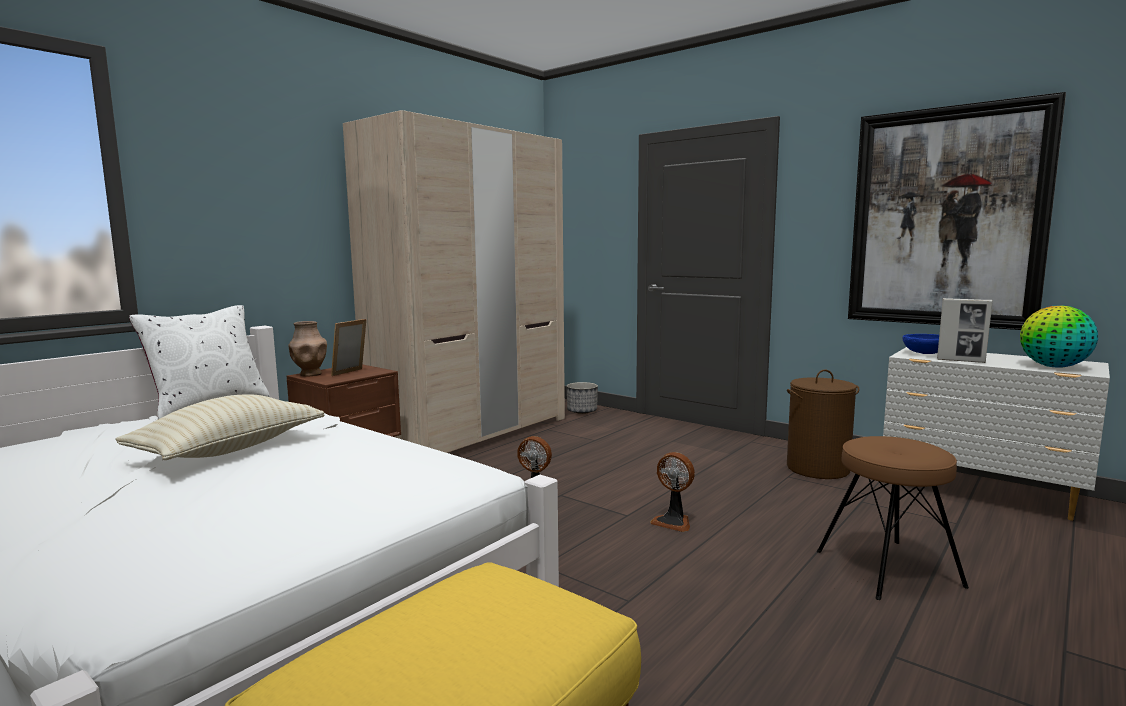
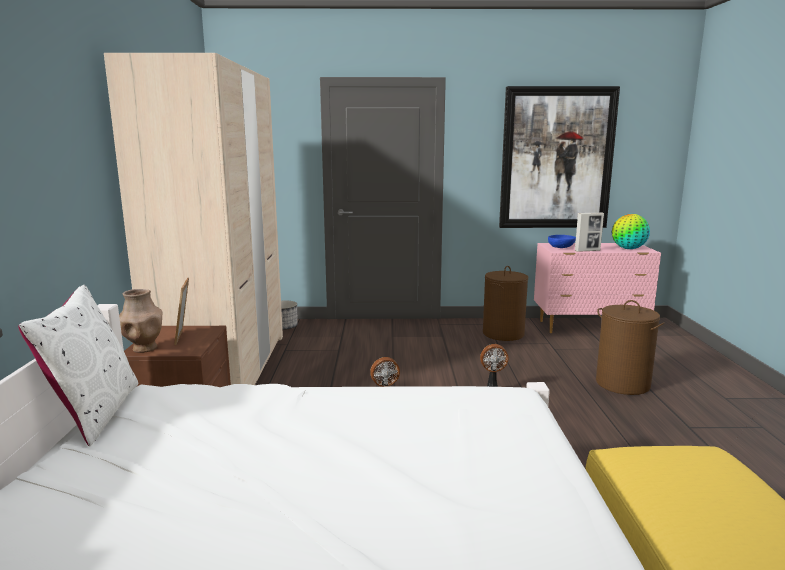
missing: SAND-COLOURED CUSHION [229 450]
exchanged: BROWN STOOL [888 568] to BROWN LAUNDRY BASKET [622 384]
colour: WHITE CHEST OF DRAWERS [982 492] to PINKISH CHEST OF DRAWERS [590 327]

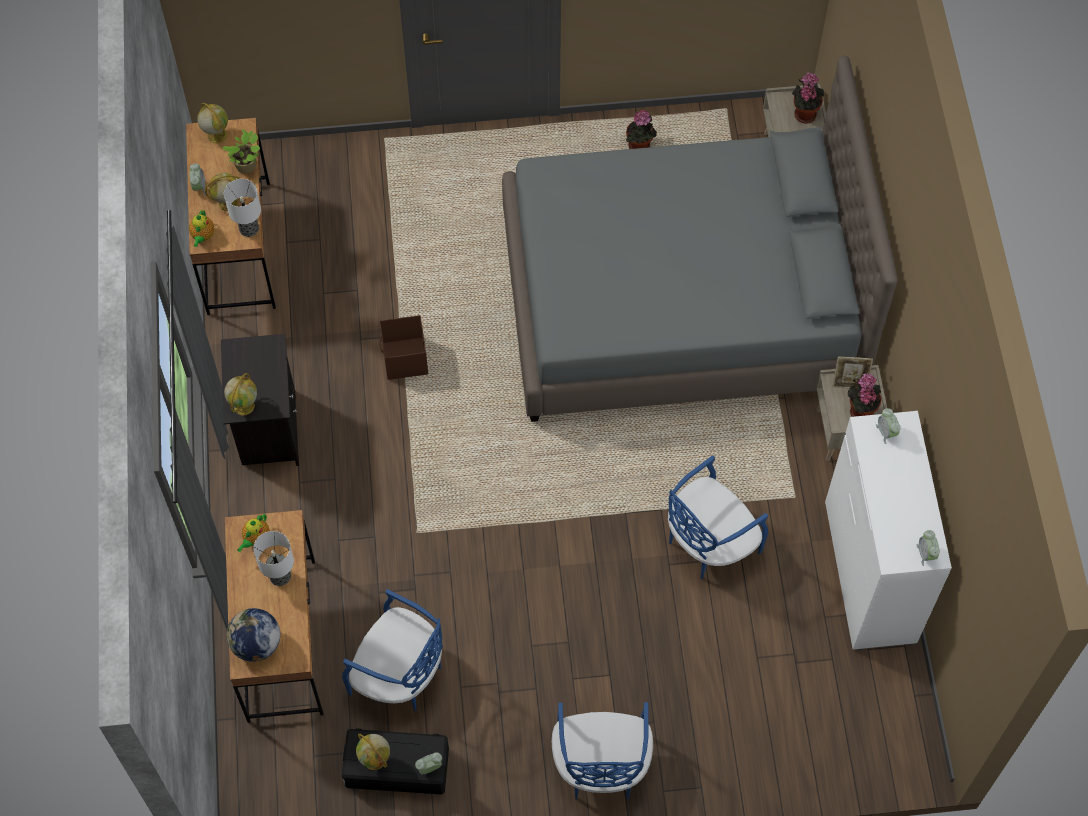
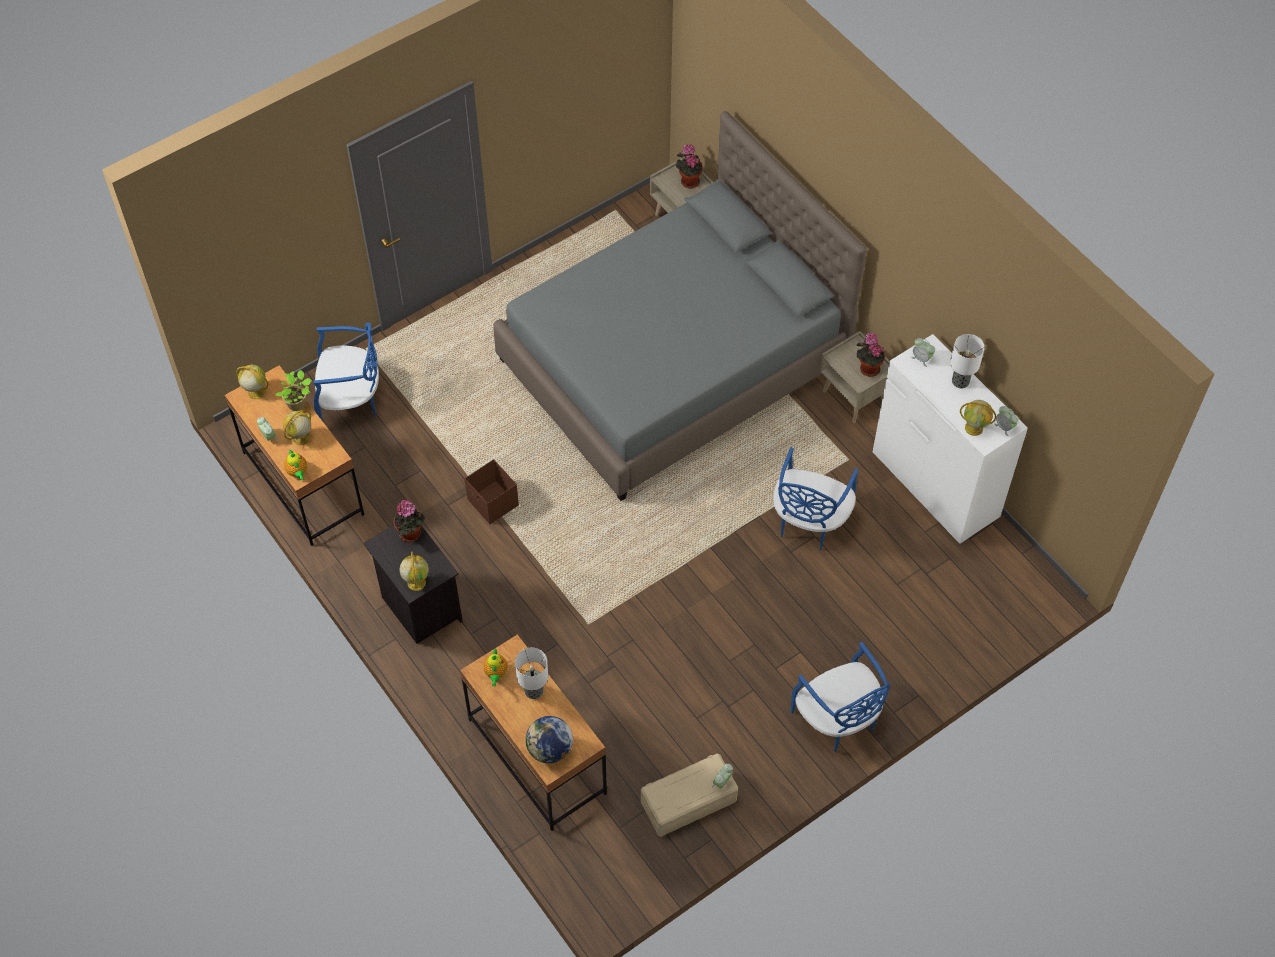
missing: PICTURE FRAME [849 382]
relocated: PLANT IN A POT [640 147] to [411 534]; TABLE LAMP [248 229] to [960 381]; BLUISH PLAIN CHAIR [399 675] to [351 400]; WORLD GLOBE [375 760] to [974 428]
colour: BLACK-COLOURED STORAGE BOX [396 768] to SAND-COLOURED STORAGE BOX [688 802]

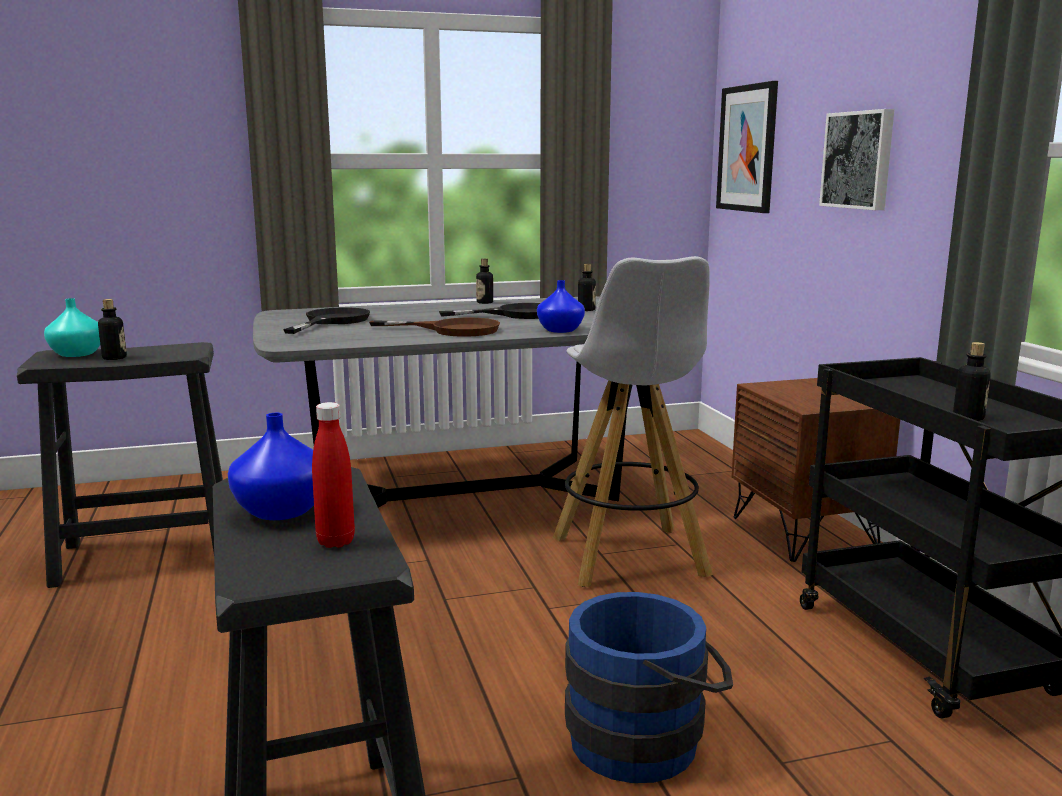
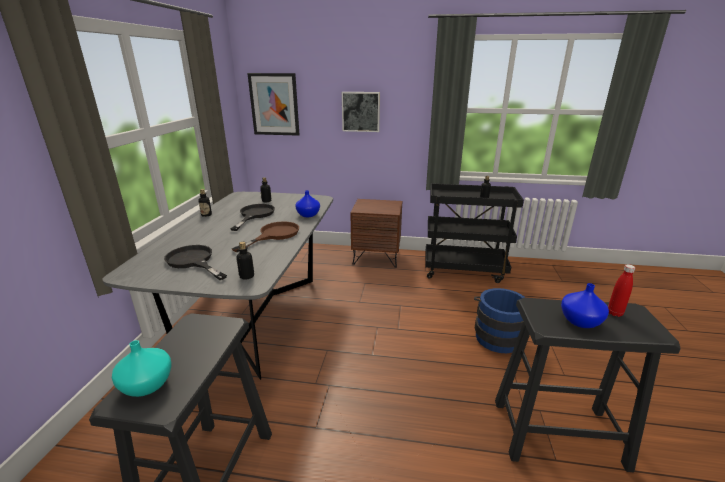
missing: WHITE STOOL [630 558]
relocated: BEVERAGE BOTTLE [114 358] to [247 276]

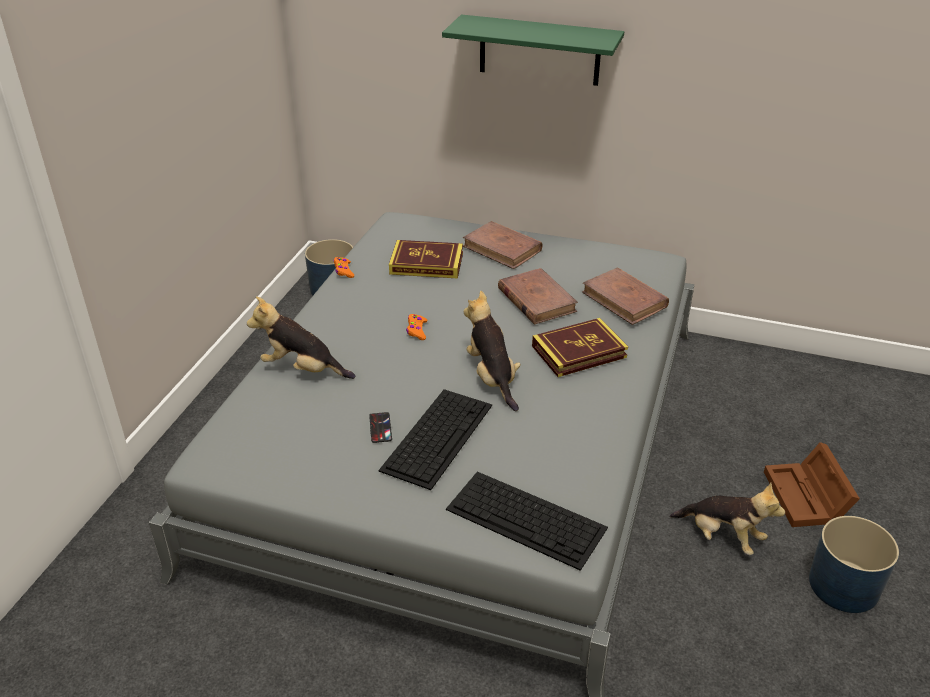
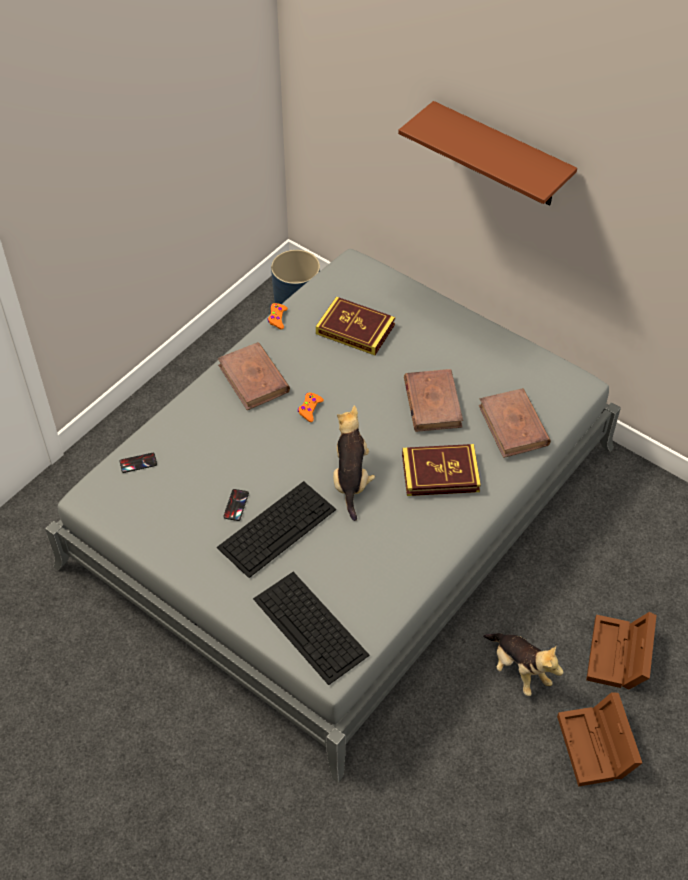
missing: PLUSH TOY [302 369]
appeared: TELEPHONE [138 463]
relocated: BROWN BOUND BOOK [502 249] to [253 379]
exchanged: BLUISH PLANT POT [844 586] to BROWN STORAGE BOX [597 748]
colour: GREEN SHELF [539 50] to BROWN SHELF [500 156]

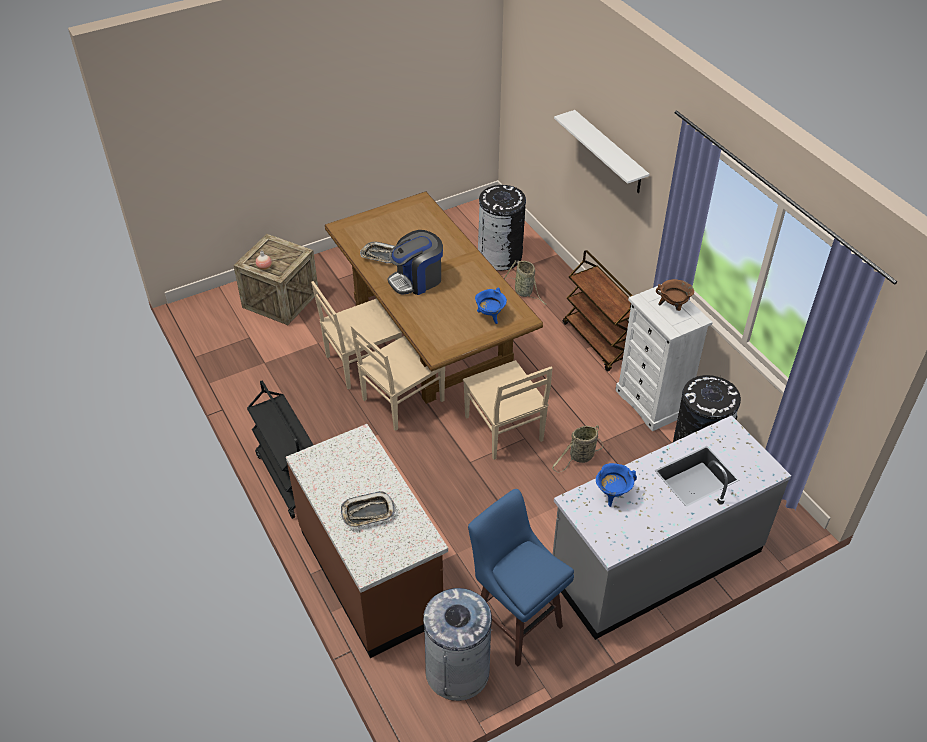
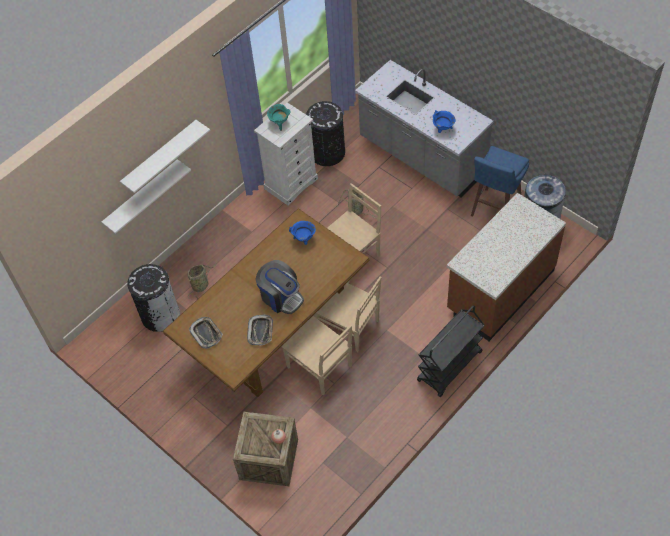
missing: BROWN CART [599 342]
appeared: WHITE SHELF [142 197]
relocated: SERVING TRAY [368 513] to [206 333]
colour: BROWN STOCKPOT [673 306] to TURQUOISE-COLOURED STOCKPOT [279 123]

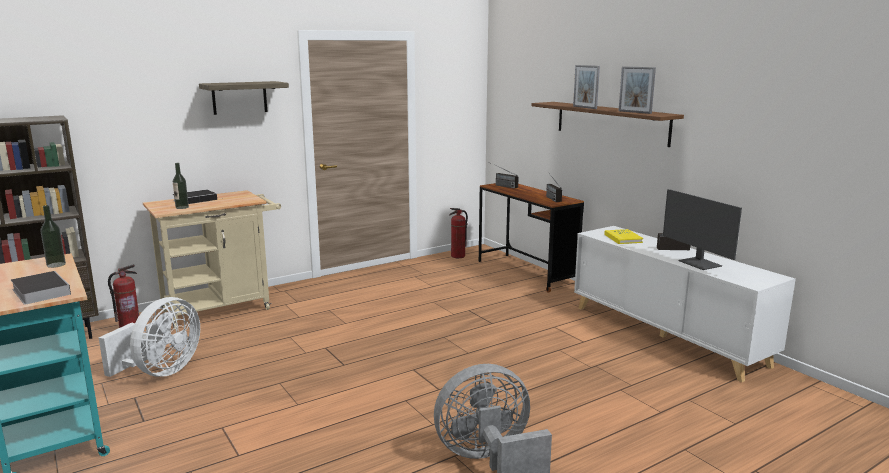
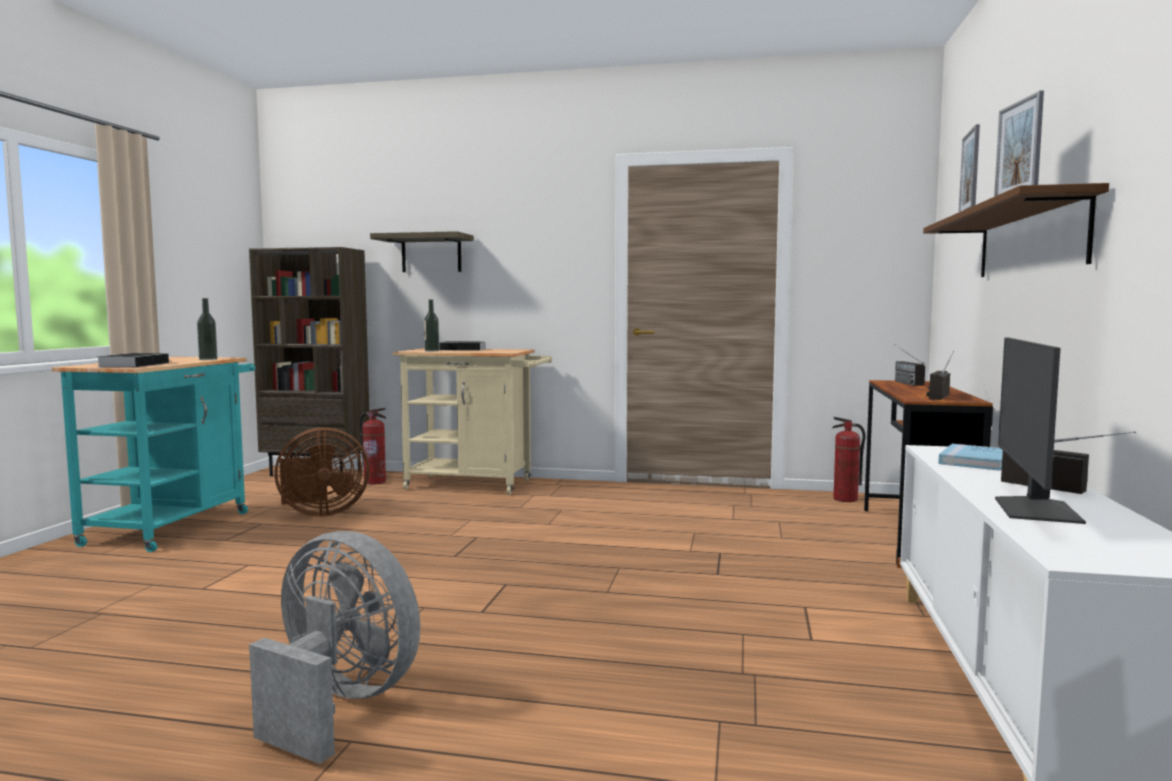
relocated: SHELF [239 97] to [431 254]
colour: YELLOWISH BOUND BOOK [623 238] to BLUISH BOUND BOOK [974 461]; WHITE COOLING FAN [161 371] to BROWN COOLING FAN [320 513]

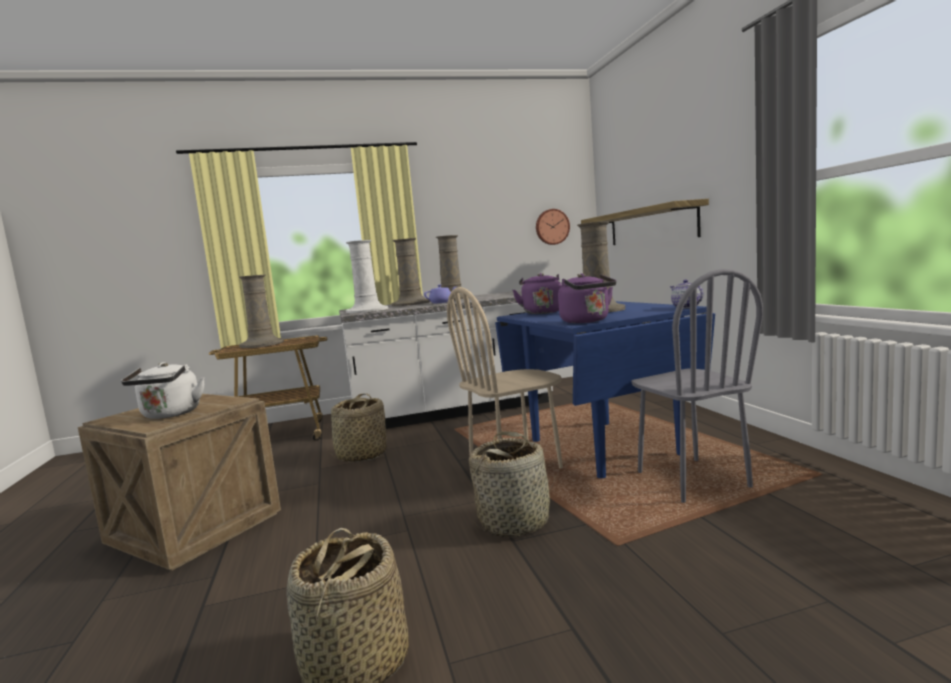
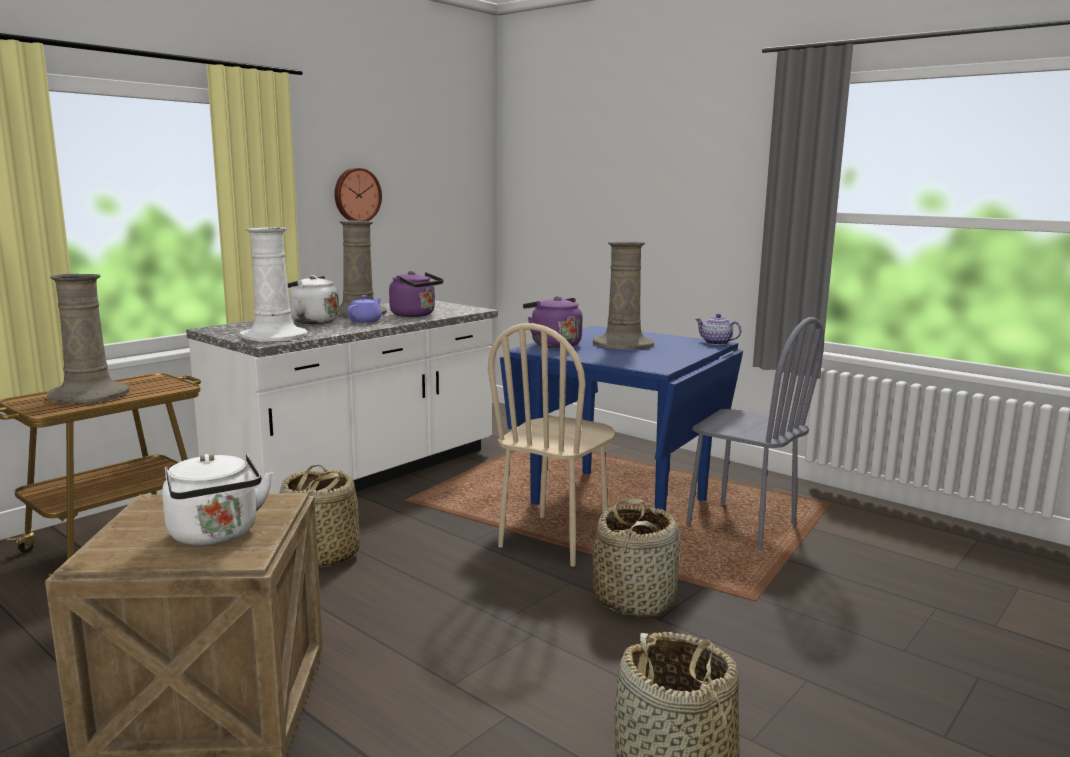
missing: SHELF [651 225]
relocated: CLOCK ON THE WALL [552 227] to [356 195]; PURPLE KETTLE [587 321] to [415 315]
exchanged: SAND-COLOURED DECORATIVE VASE [411 304] to WHITE KETTLE [311 321]

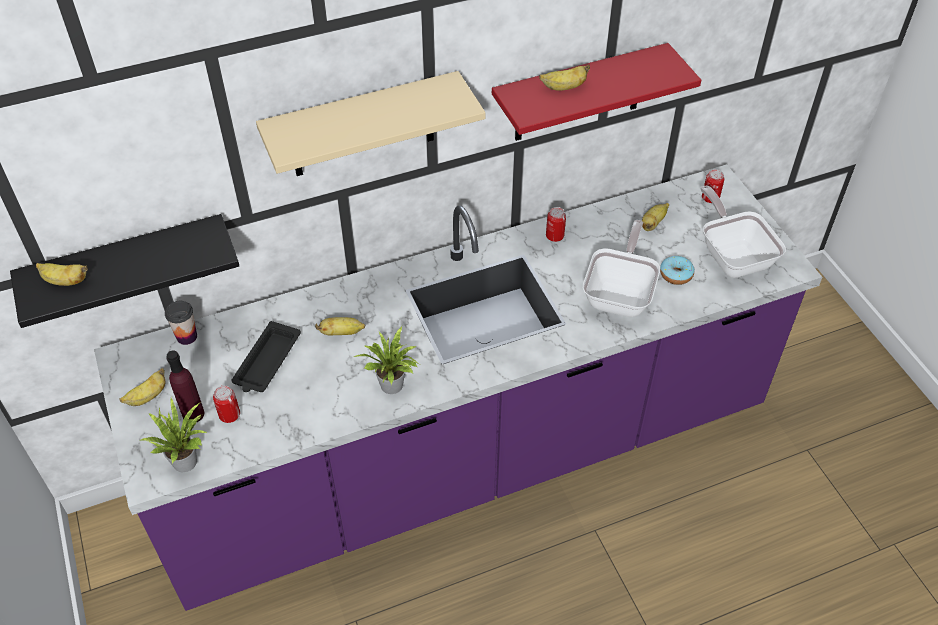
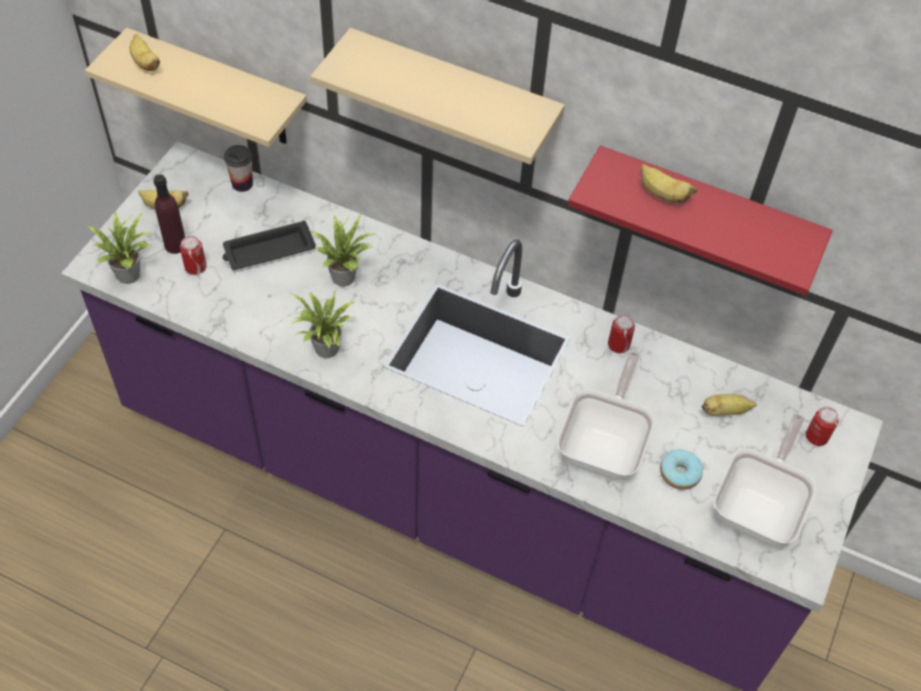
exchanged: BANANA [342 333] to PLANT IN A POT [346 275]
colour: BLACK-COLOURED SHELF [128 268] to SAND-COLOURED SHELF [219 90]
spun: SKILLET [620 294] = [605 444] 45 degrees counterclockwise

